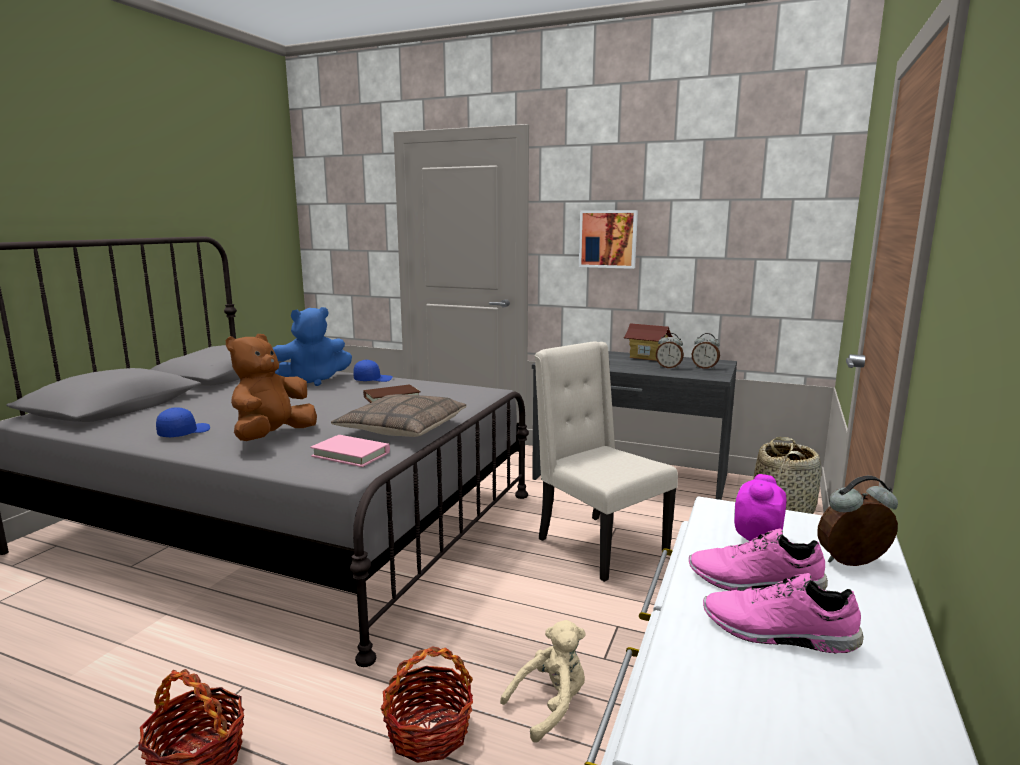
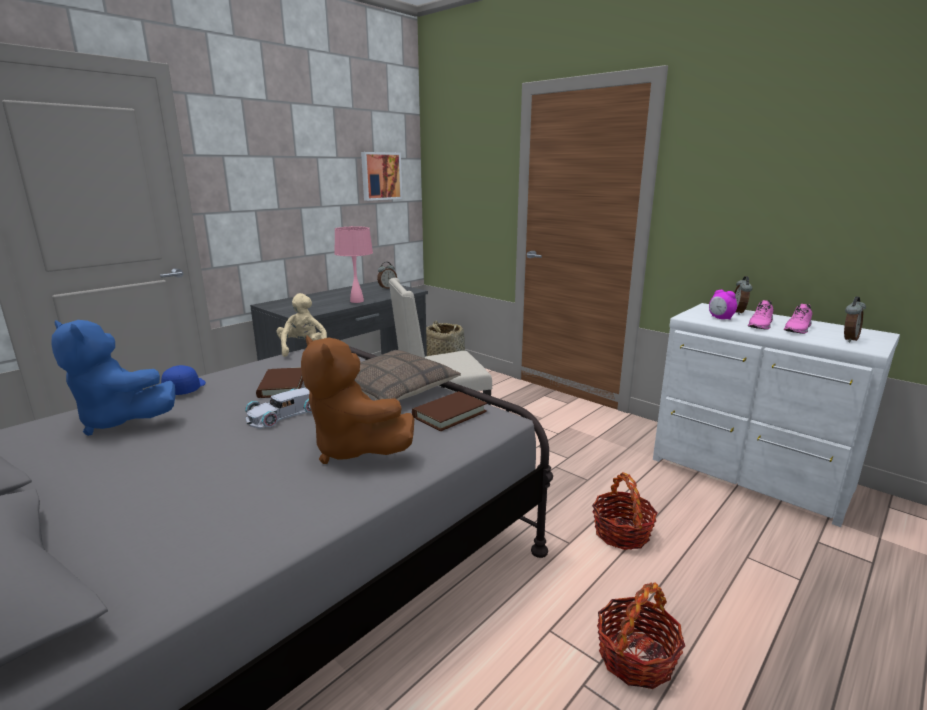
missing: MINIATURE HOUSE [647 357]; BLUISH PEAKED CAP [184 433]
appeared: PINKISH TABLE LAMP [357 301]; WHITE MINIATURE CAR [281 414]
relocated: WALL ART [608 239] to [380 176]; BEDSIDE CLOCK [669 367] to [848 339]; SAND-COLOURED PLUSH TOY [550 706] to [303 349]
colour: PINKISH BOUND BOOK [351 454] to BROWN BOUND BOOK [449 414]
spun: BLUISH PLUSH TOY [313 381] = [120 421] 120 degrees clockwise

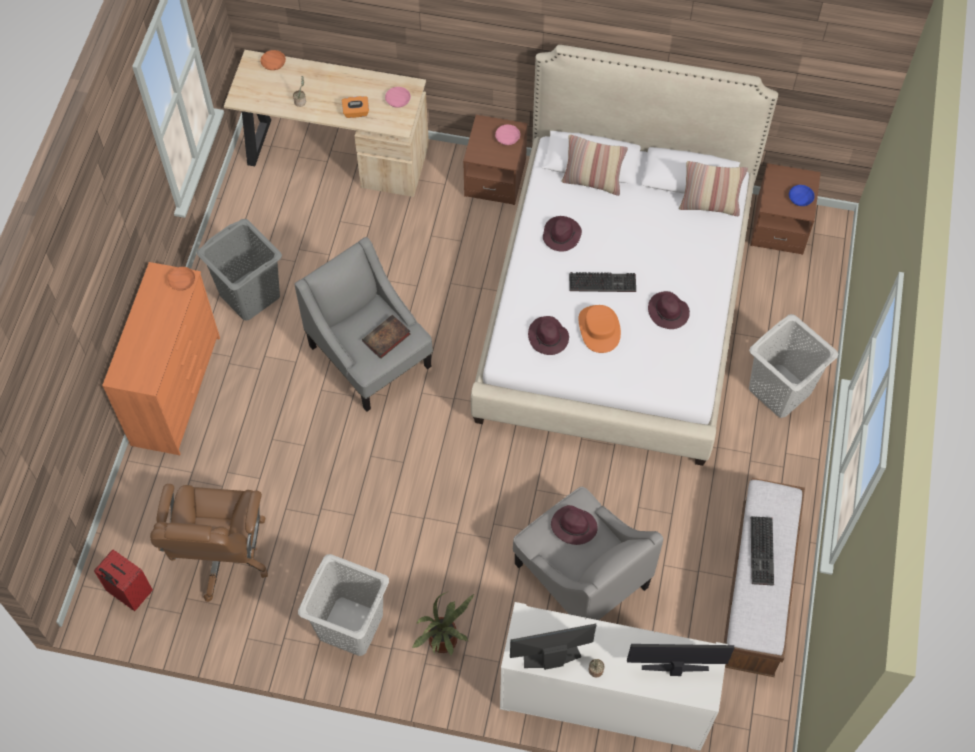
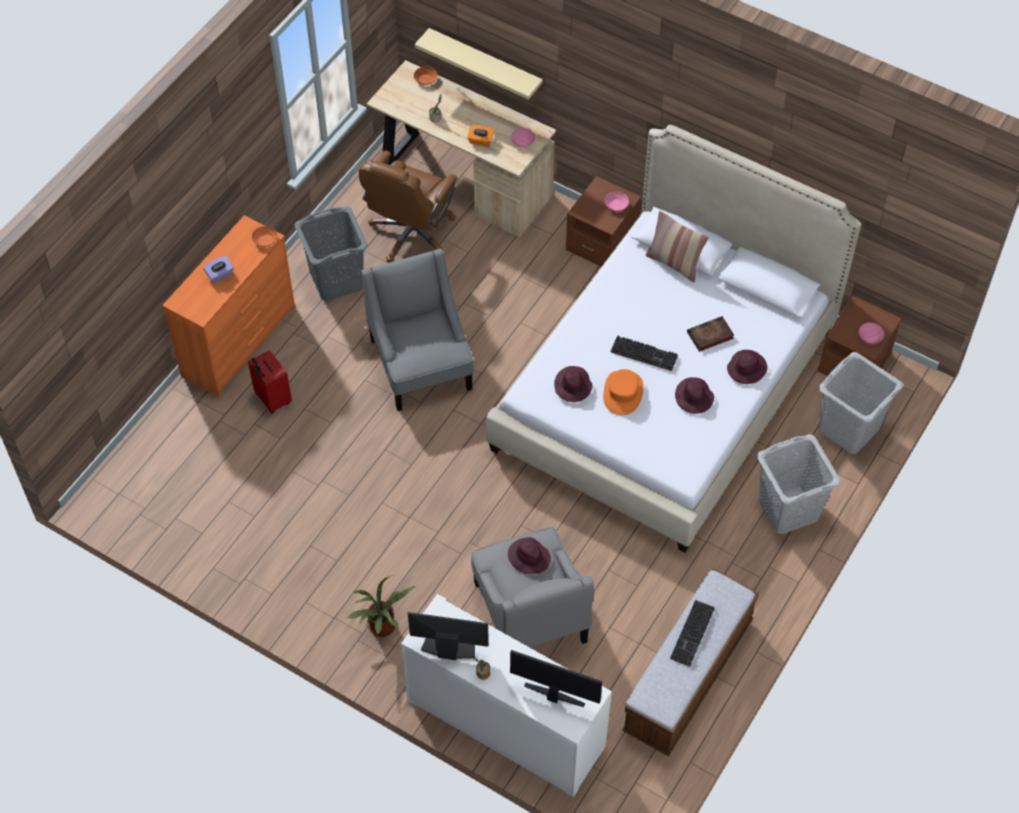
missing: CUSHION [709 205]
appeared: SAND-COLOURED SHELF [485 64]; PURPLE TISSUE HOLDER [220 275]
relocated: PURPLE HAT [561 235] to [746 368]; BOUND BOOK [386 339] to [709 336]; BROWN DESK CHAIR [221 555] to [411 234]; REDDISH TRAVEL CASE [129 594] to [272 399]; GRAY LAUNDRY BASKET [350 625] to [848 428]
colour: BLUISH SERVING BOWL [800 199] to PINKISH SERVING BOWL [870 337]

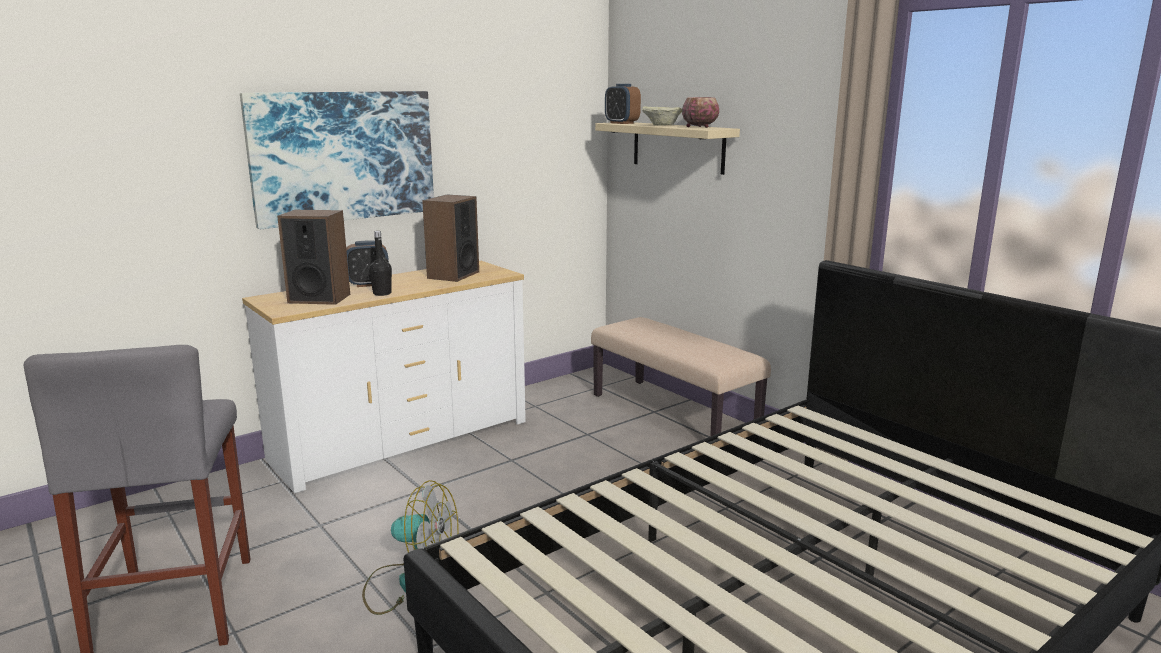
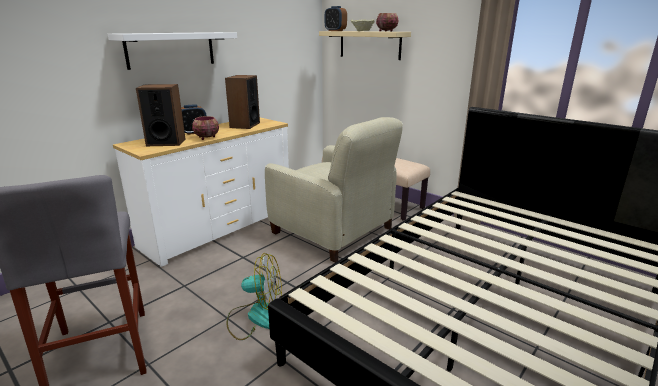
appeared: SAND-COLOURED EASY CHAIR [333 231]
exchanged: WALL ART [343 156] to WHITE SHELF [171 49]; BLACK-COLOURED BEVERAGE BOTTLE [382 293] to SERVING BOWL [206 137]

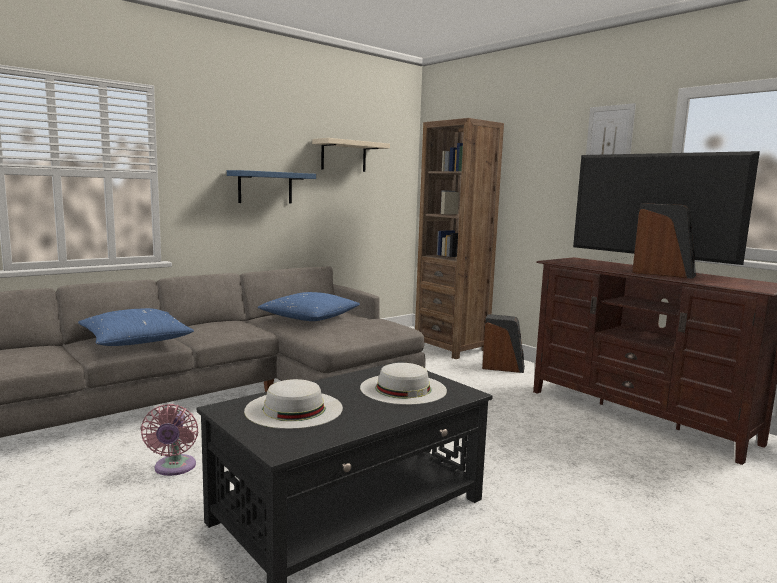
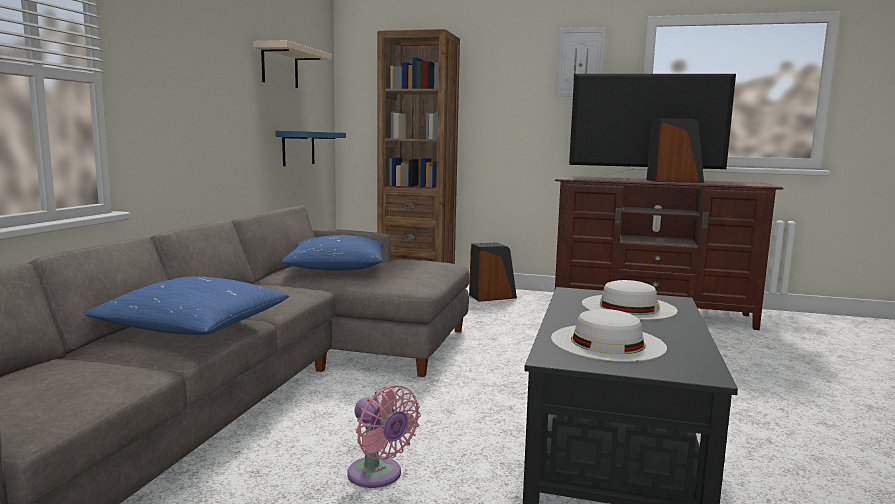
relocated: BLUISH SHELF [265 187] to [298 148]

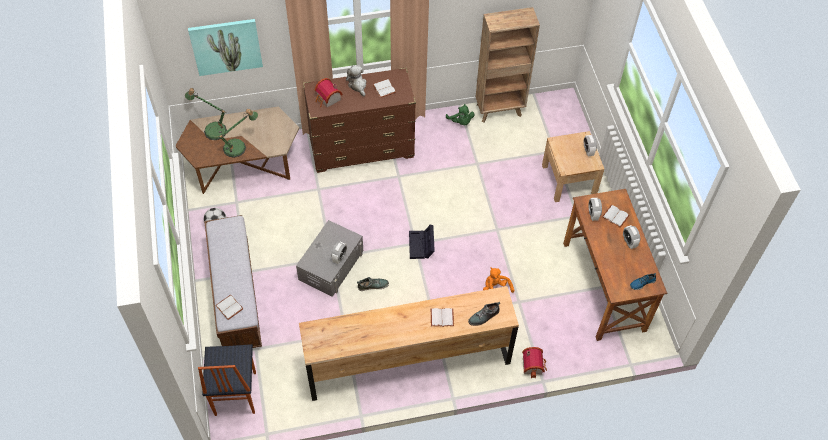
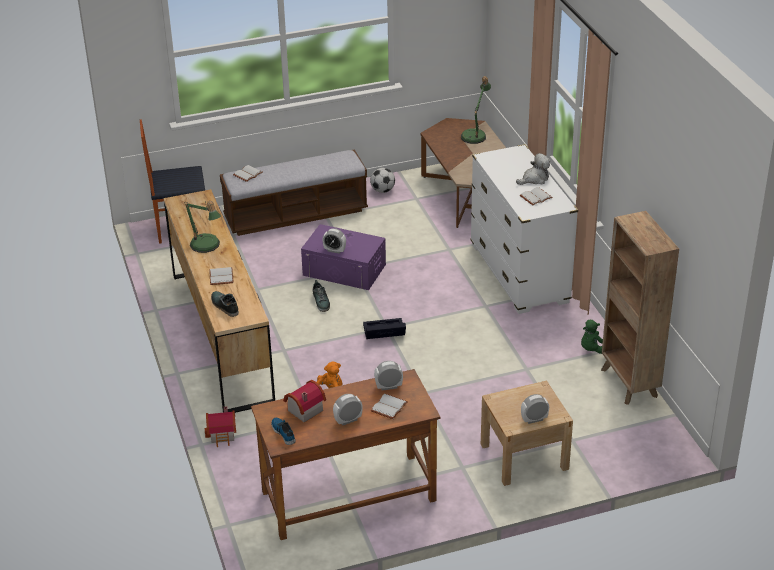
missing: WALL ART [226 46]
relocated: MINIATURE HOUSE [328 99] to [303 410]; TABLE LAMP [238 147] to [207 247]
colour: BROWN CHEST OF DRAWERS [362 149] to WHITE CHEST OF DRAWERS [519 274]; GRAY STORAGE BOX [331 265] to PURPLE STORAGE BOX [344 270]

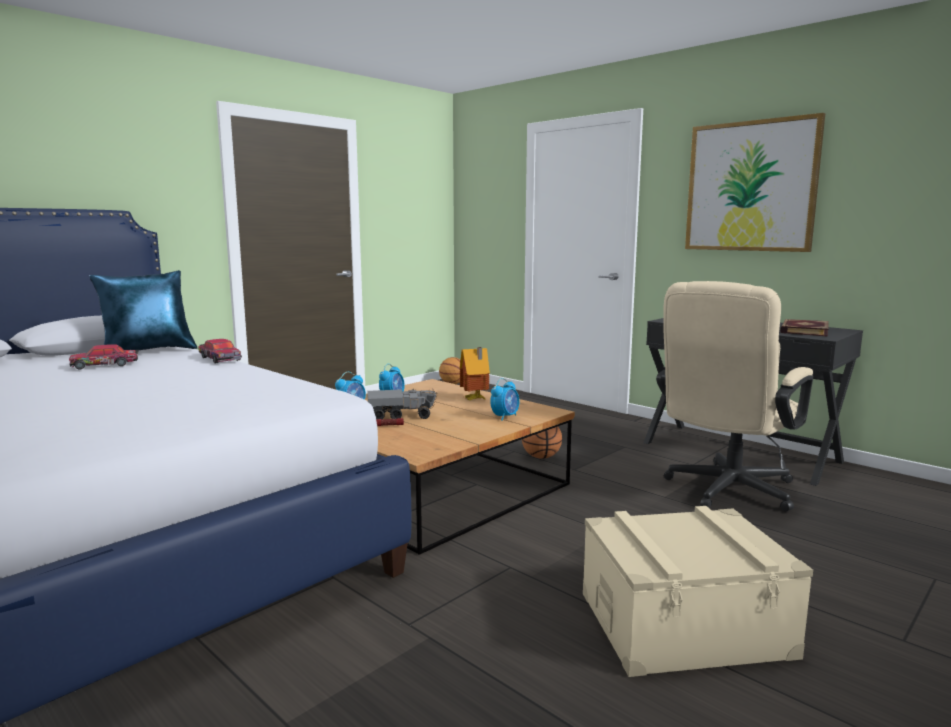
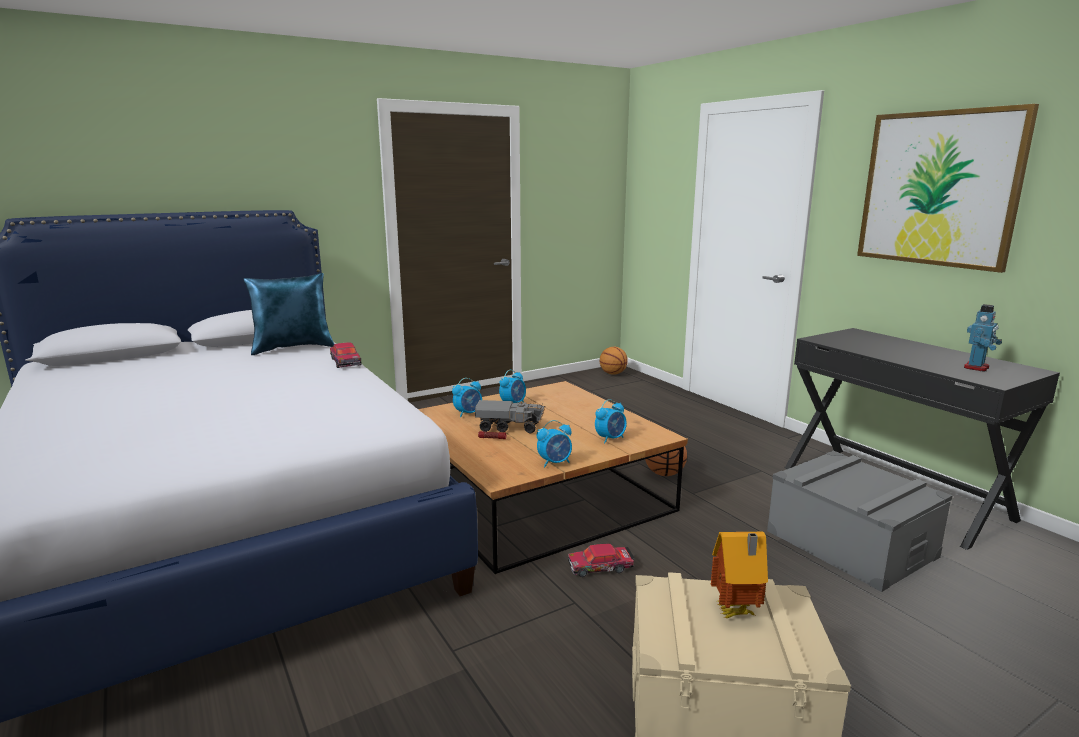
appeared: BEDSIDE CLOCK [555 463]
relocated: MINIATURE CAR [105 365] to [600 567]; MINIATURE HOUSE [475 399] to [736 613]
exchanged: SAND-COLOURED DESK CHAIR [725 492] to GRAY STORAGE BOX [850 543]; BOUND BOOK [803 330] to TOY ROBOT [977 368]

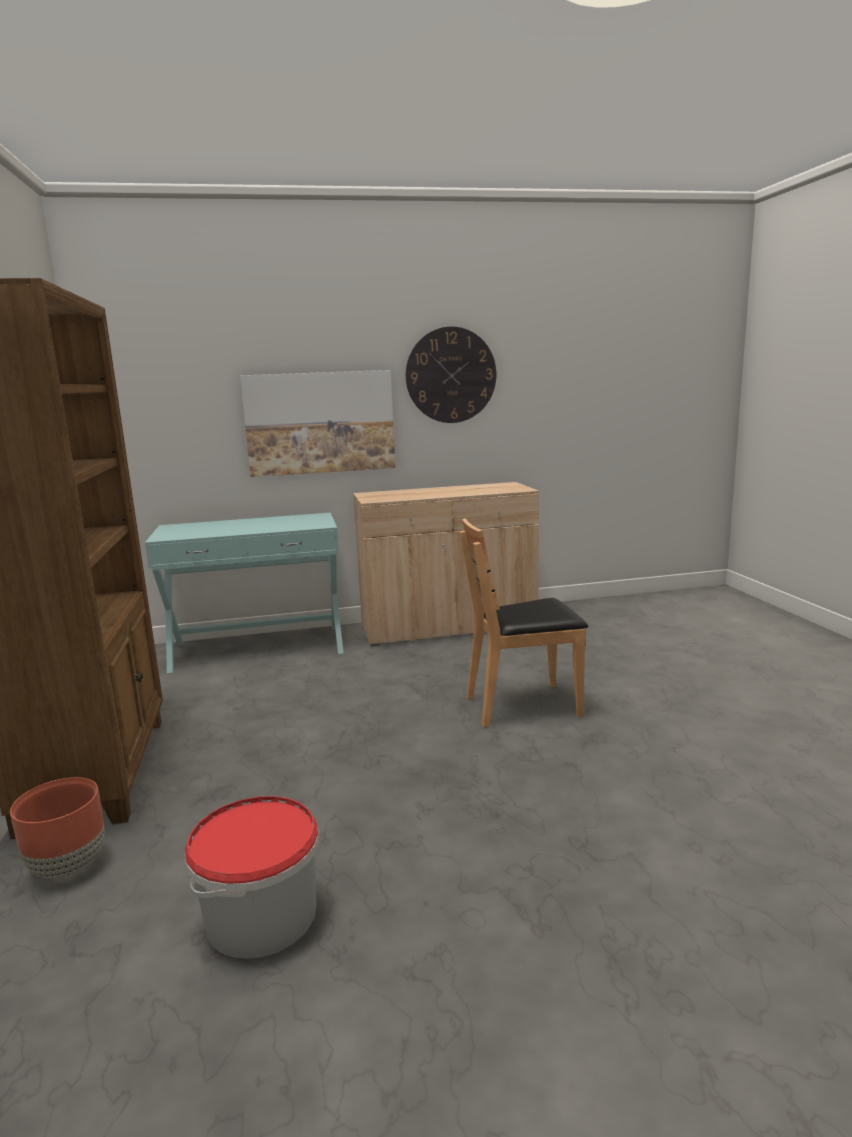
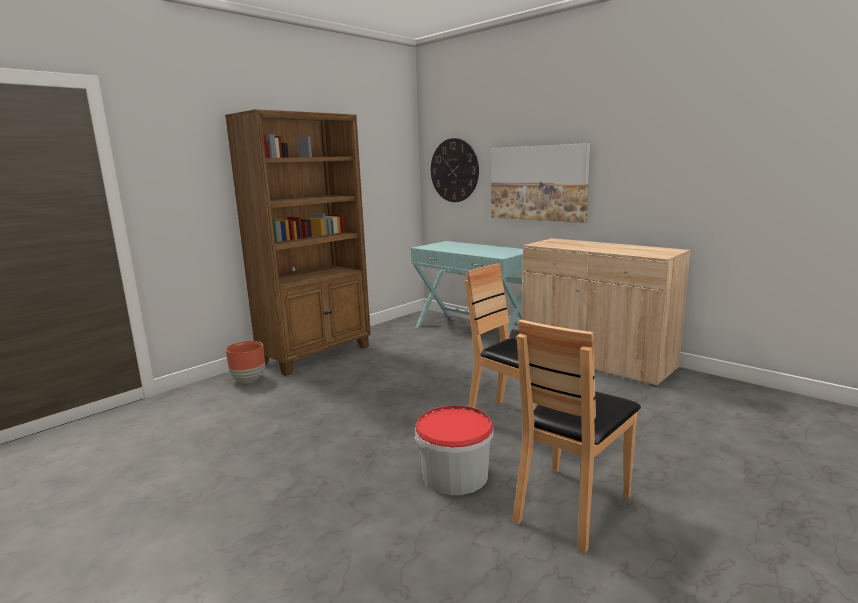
appeared: BROWN PLAIN CHAIR [571 506]
relocated: CLOCK ON THE WALL [451 375] to [454 170]; BUCKET [262 915] to [455 475]

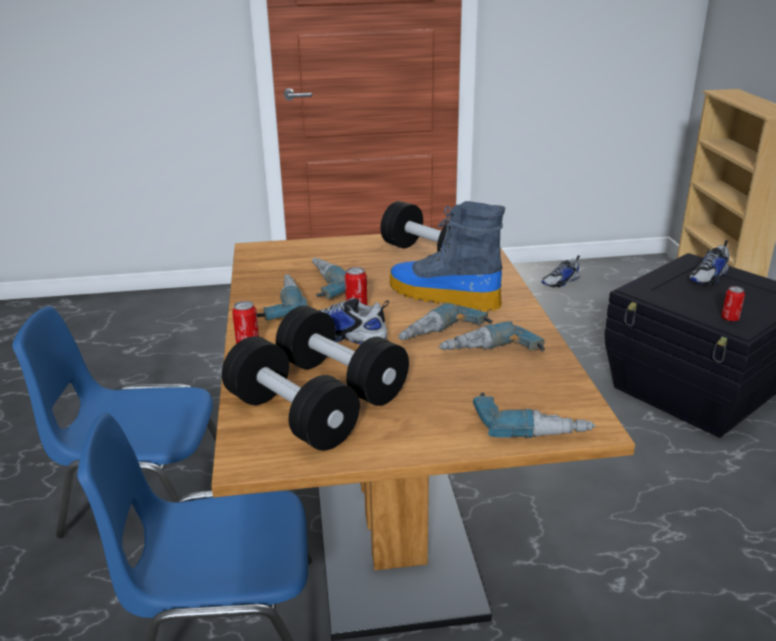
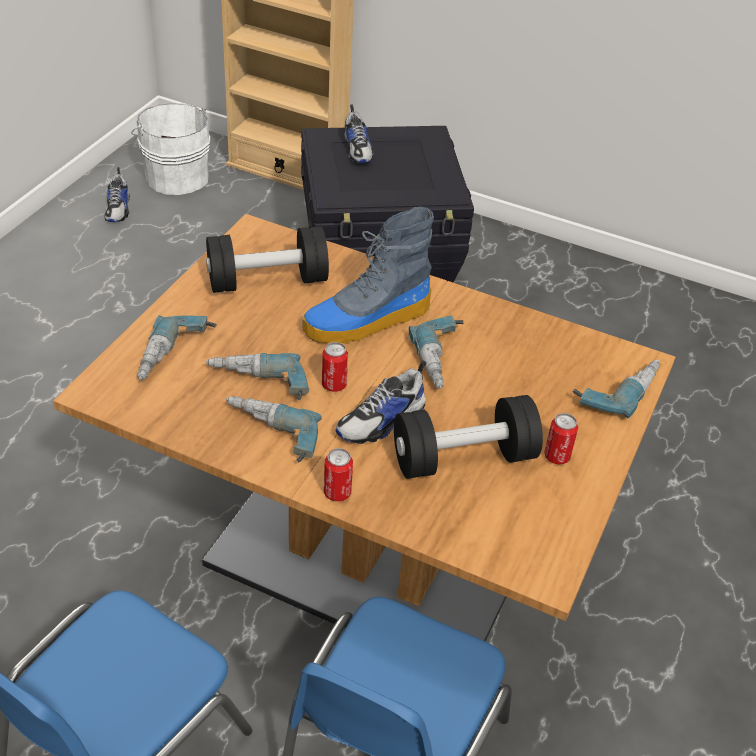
missing: BLACK-COLOURED HAND WEIGHT [291 418]
appeared: WHITE BUCKET [176 176]
relocated: METAL CAN [730 318] to [557 456]; POWER DRILL [491 355] to [176 356]

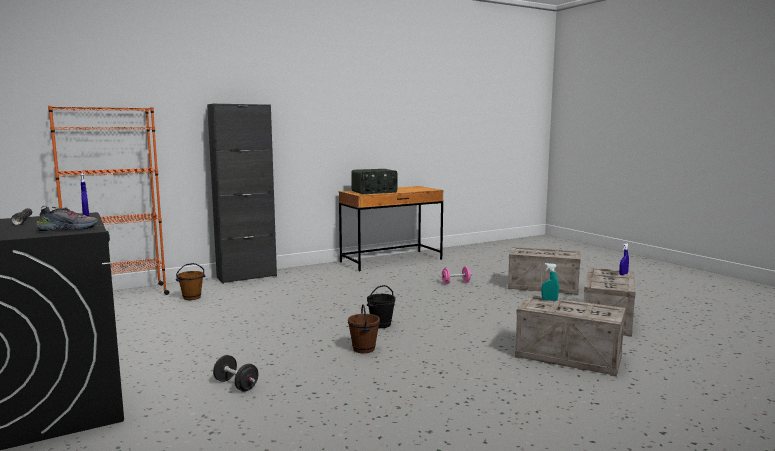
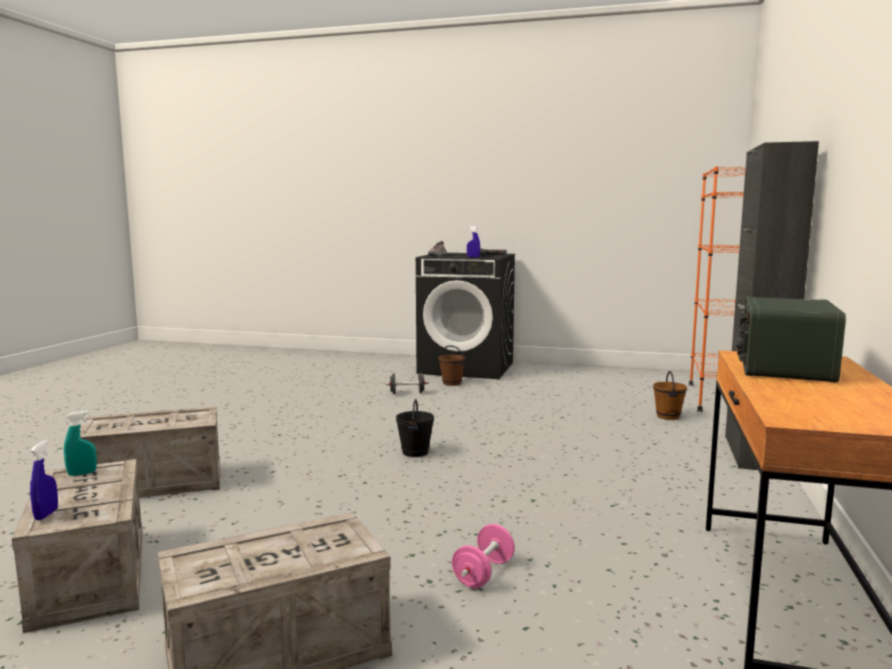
relocated: TURQUOISE-COLOURED SPRAYER [549 300] to [82 473]; BROWN BUCKET [363 349] to [452 383]

